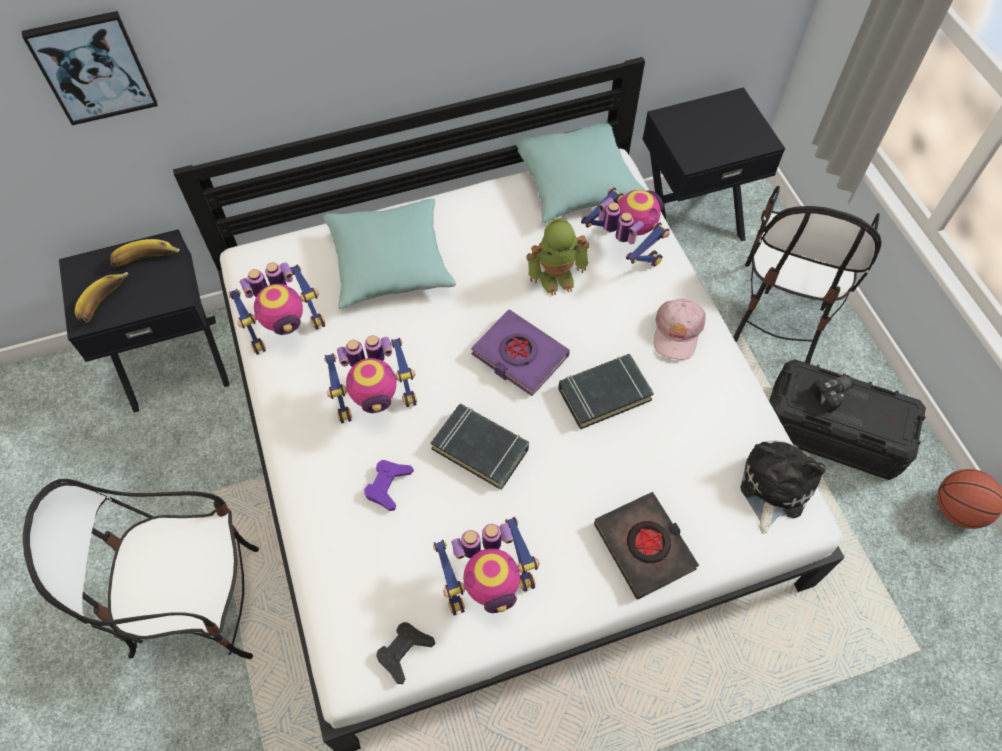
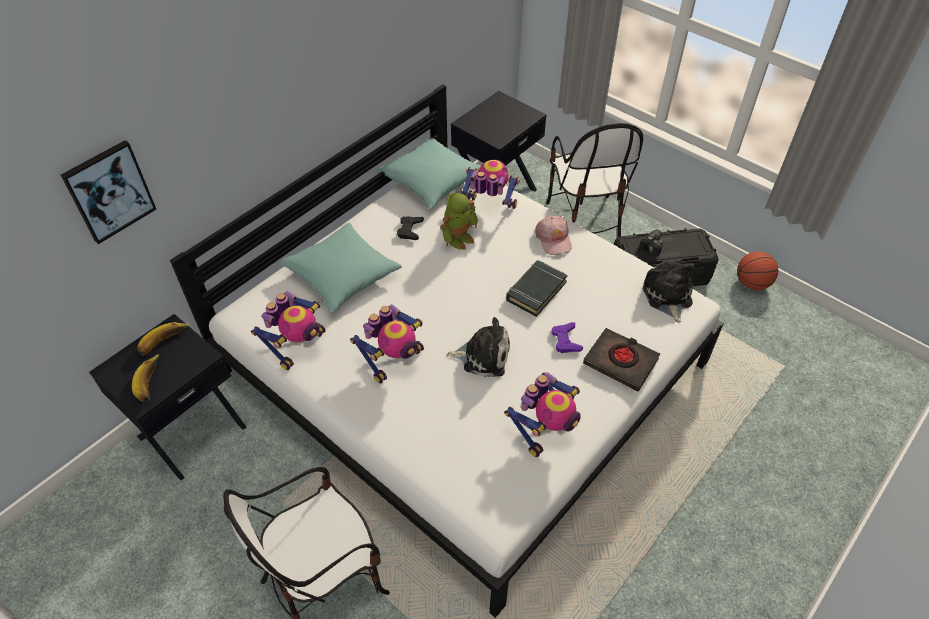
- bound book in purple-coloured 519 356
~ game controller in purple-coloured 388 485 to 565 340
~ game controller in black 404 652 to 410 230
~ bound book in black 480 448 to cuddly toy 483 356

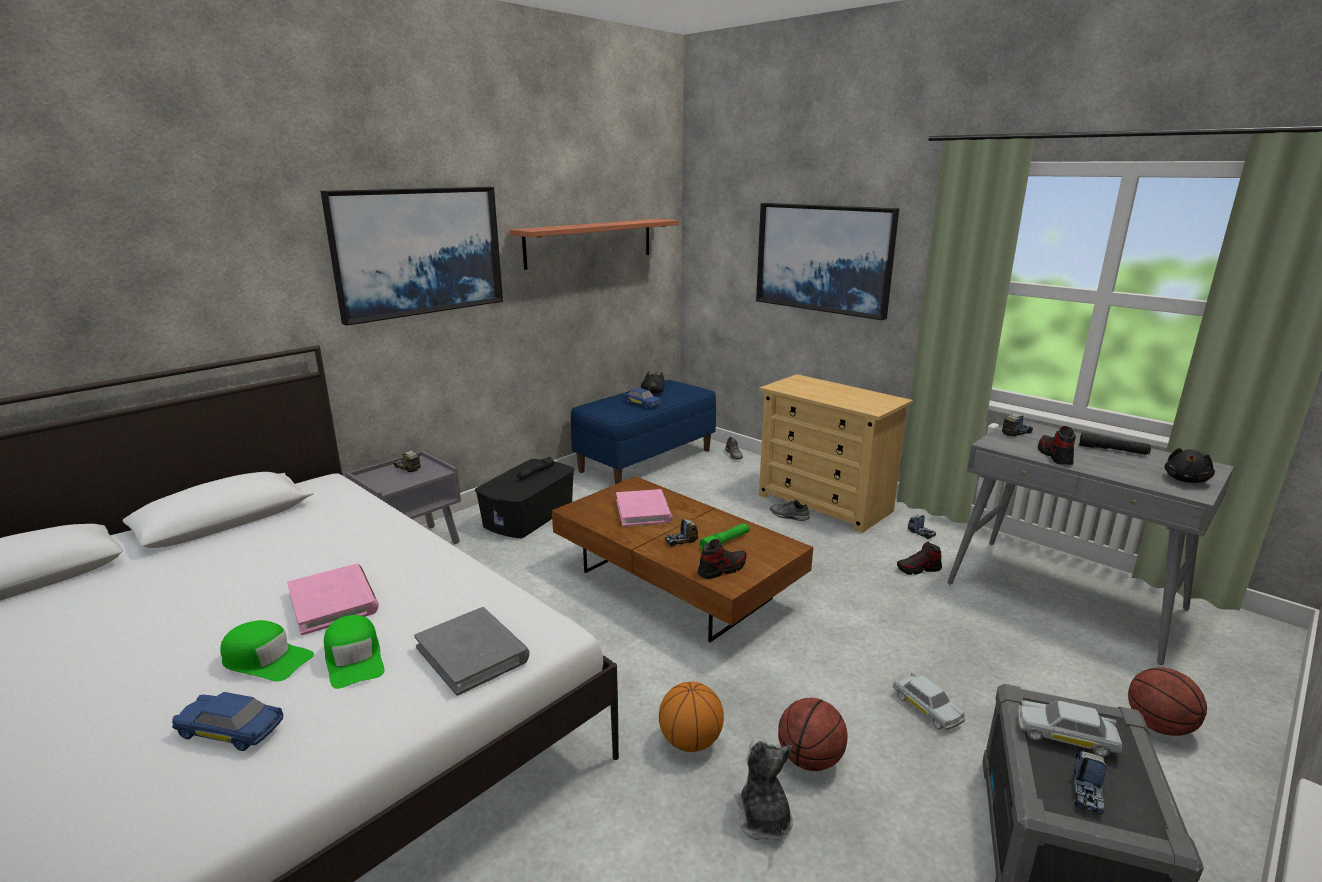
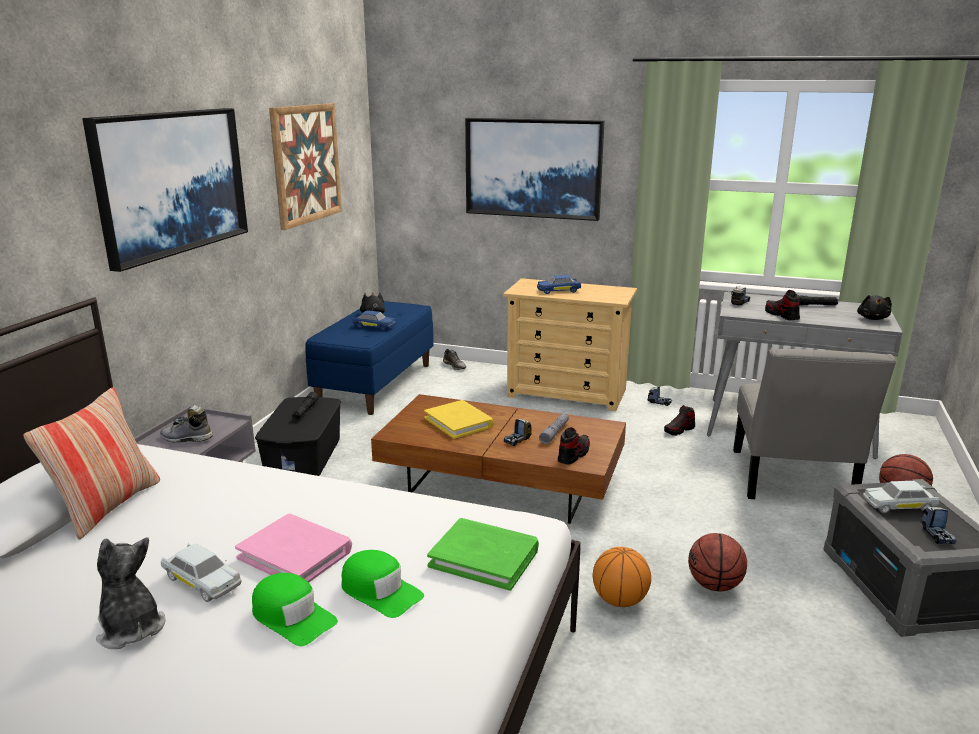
+ cushion 107 506
+ chair in greyish 792 481
~ model car in blue-coloured 230 731 to 558 291
~ cuddly toy 762 818 to 130 628
~ item of footwear in greyish 788 516 to 186 439
~ model car in white-coloured 926 708 to 202 581
~ bracket shelf 590 242 to wall art 306 164
~ bound book in greyish 473 653 to bound book in greenish 484 557
~ bound book in pinkish 643 511 to bound book in yellow 459 422
~ hand torch in greenish 725 542 to hand torch in greyish 554 433
~ peaked cap in greenish 266 660 = 292 616 45 degrees clockwise

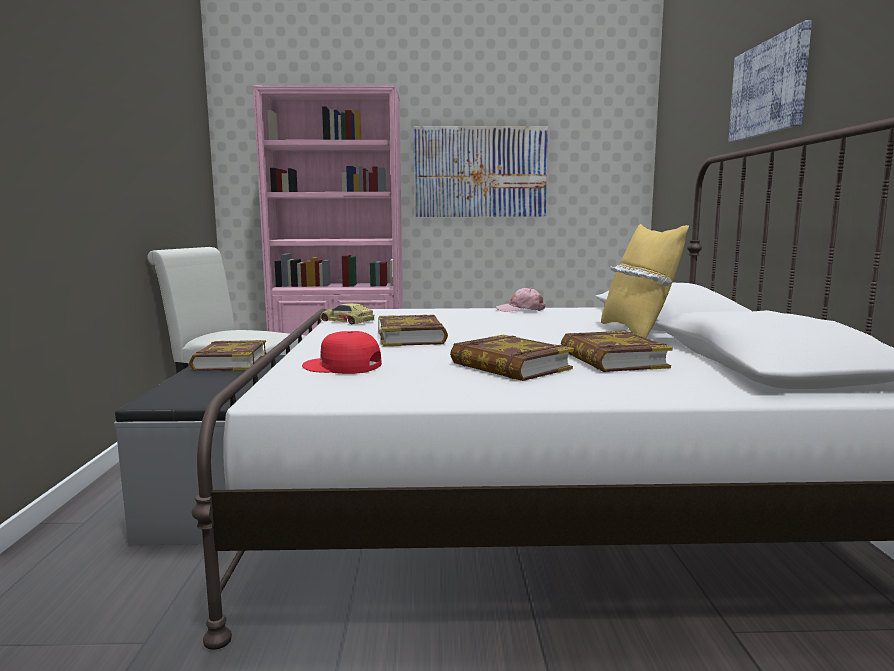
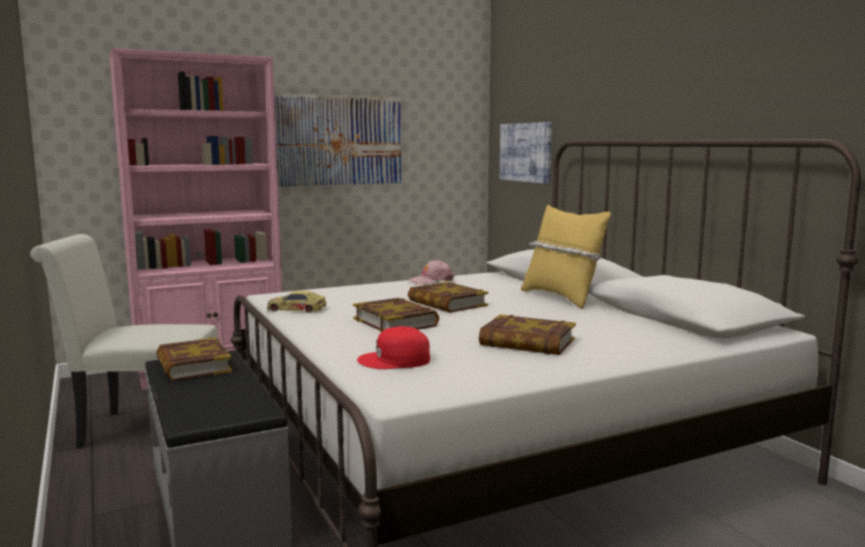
~ bound book 612 360 to 447 303
~ wall art 768 88 to 526 152

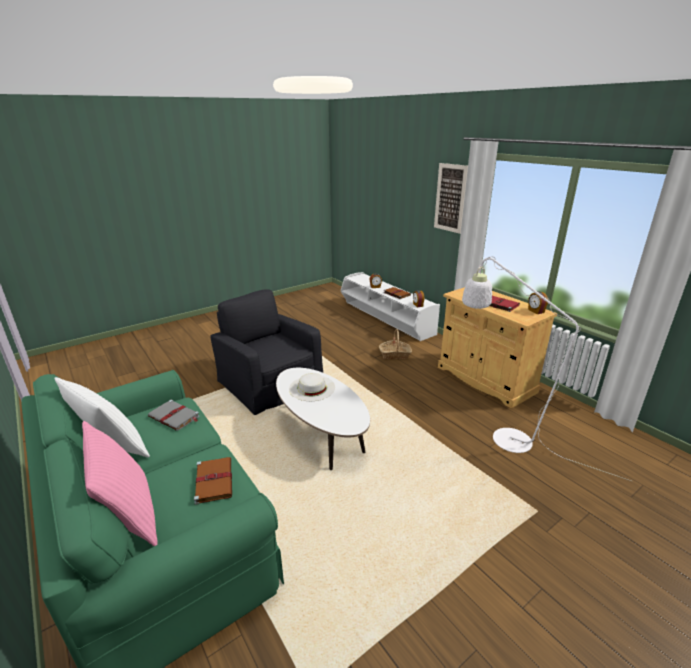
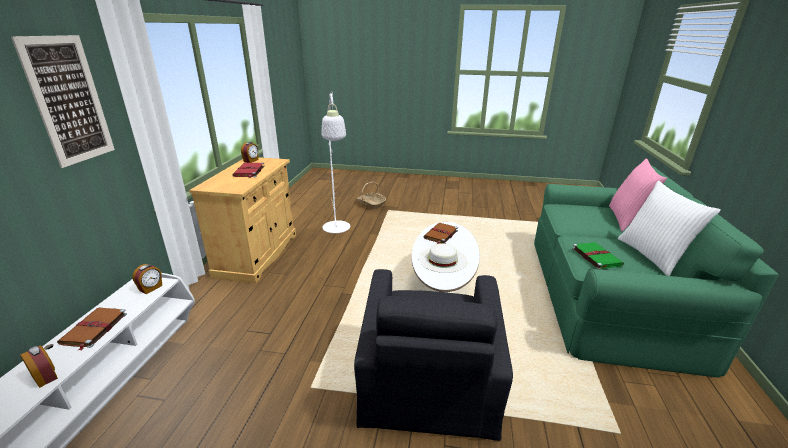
~ bound book in brownish 214 480 to 440 235
~ storage basket 395 354 to 371 204
~ bound book in greyish 174 417 to bound book in greenish 595 256

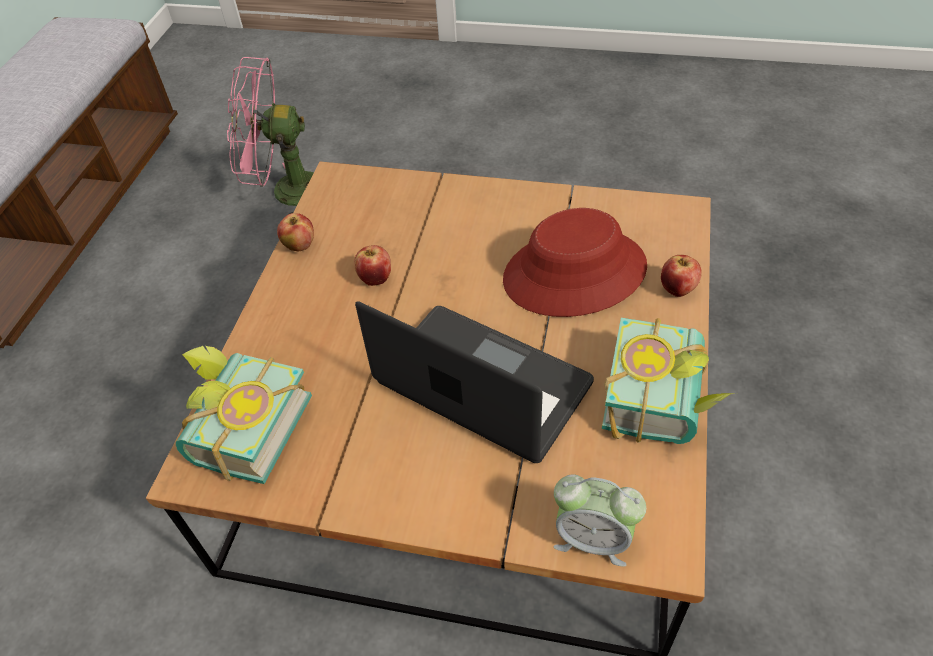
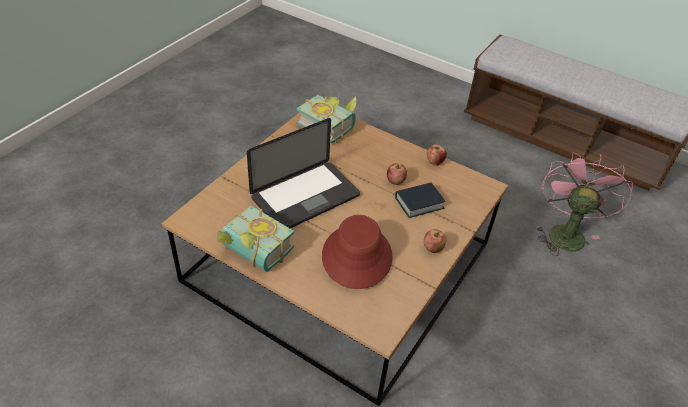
- bedside clock 593 538
+ bound book 419 203
~ apple fruit 677 289 to 432 249

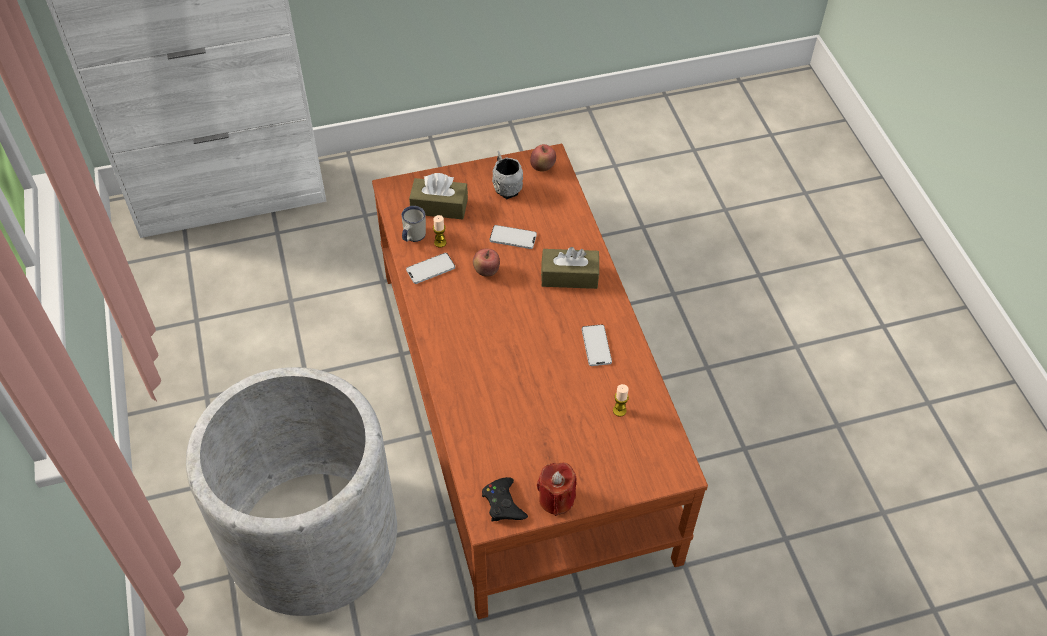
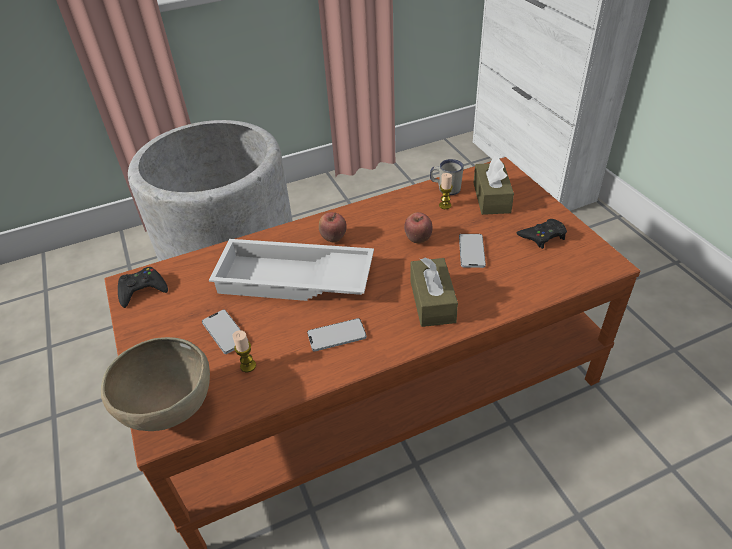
- candle in red 556 499
+ deep dish in brownish 170 411
+ tray in white-coloured 293 281
~ phone 430 269 to 225 332
~ apple fruit 542 168 to 333 239
~ mug in greyish 506 186 to game controller in black 543 236

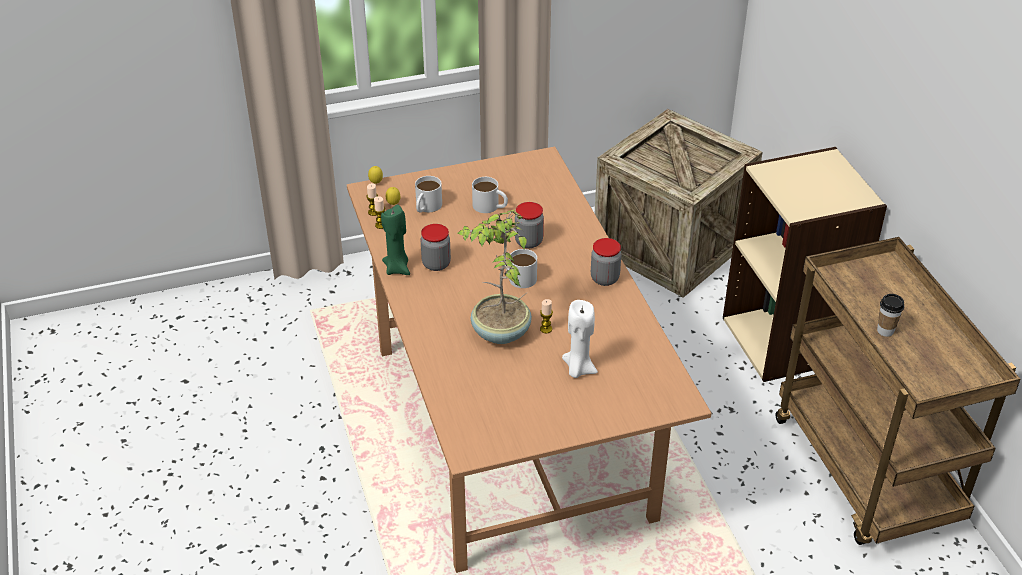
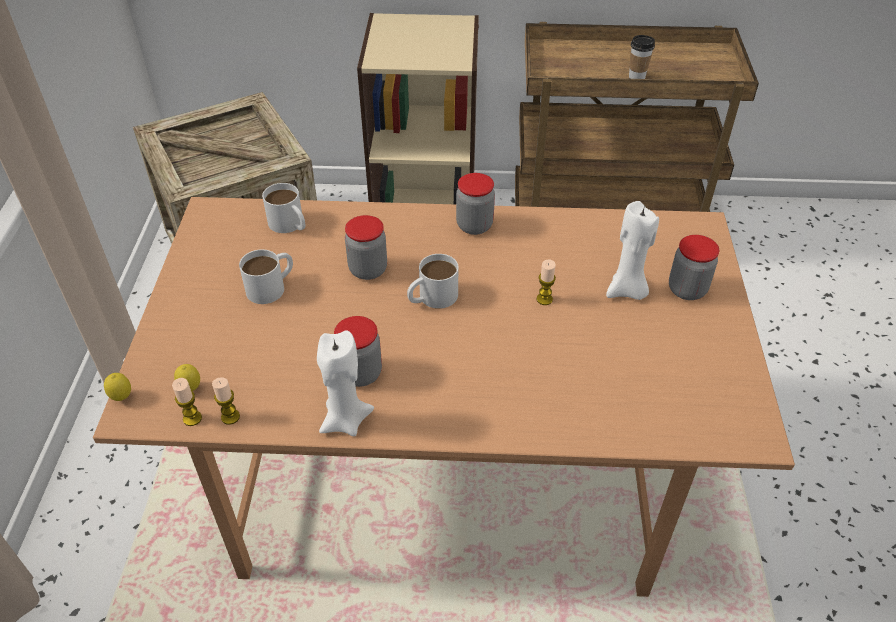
- houseplant 499 333
+ jar 687 289
~ mug in white-coloured 426 207 to 290 225
~ candle in greenish 397 268 to candle in white-coloured 345 420

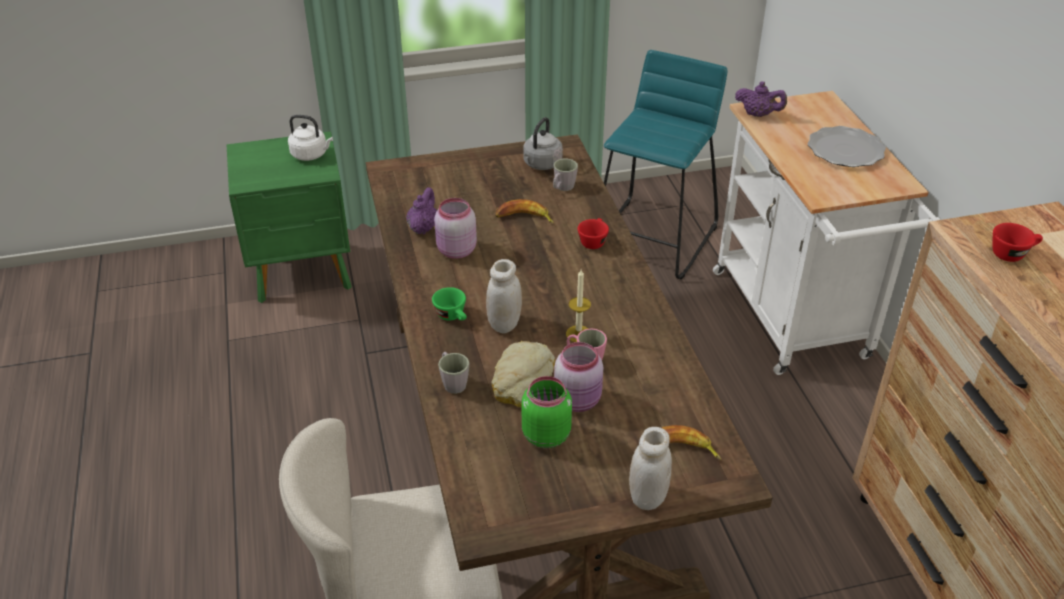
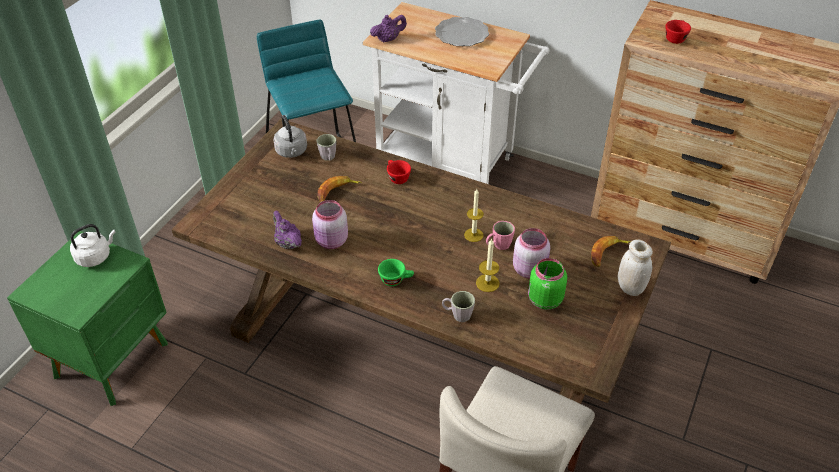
- jar in white-coloured 504 324
~ bread 521 380 to candle 487 283

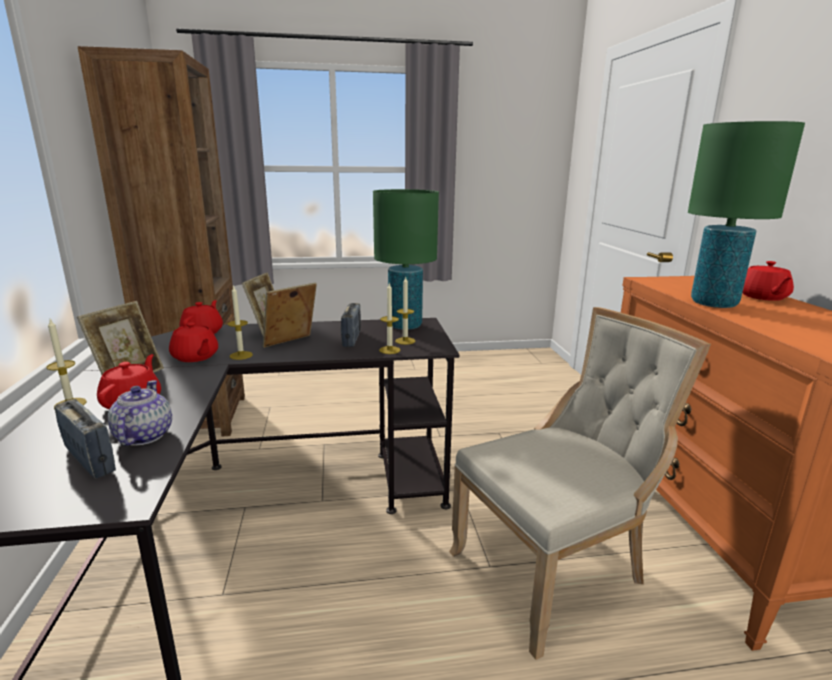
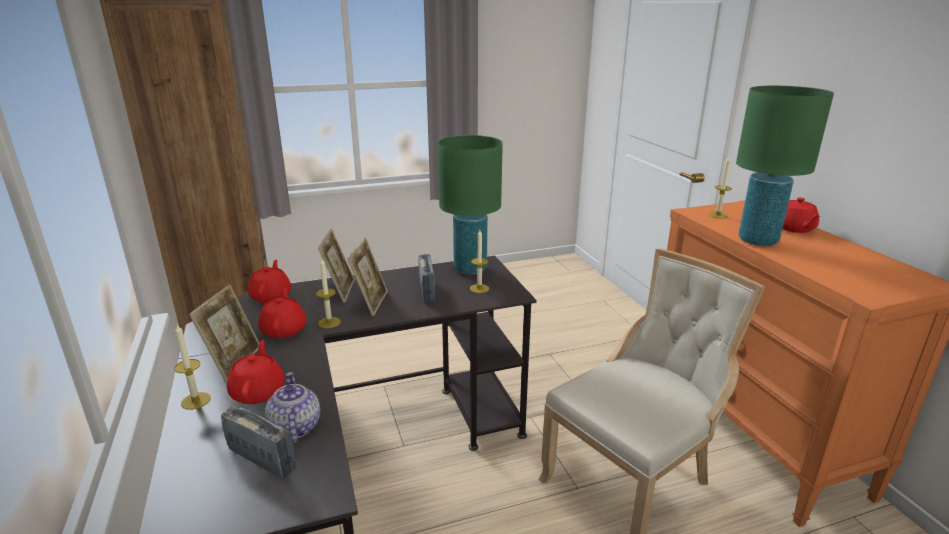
~ candle 389 350 to 718 215
~ teapot in red 195 357 = 284 329 135 degrees counterclockwise
~ picture frame 291 344 = 371 302 150 degrees clockwise

